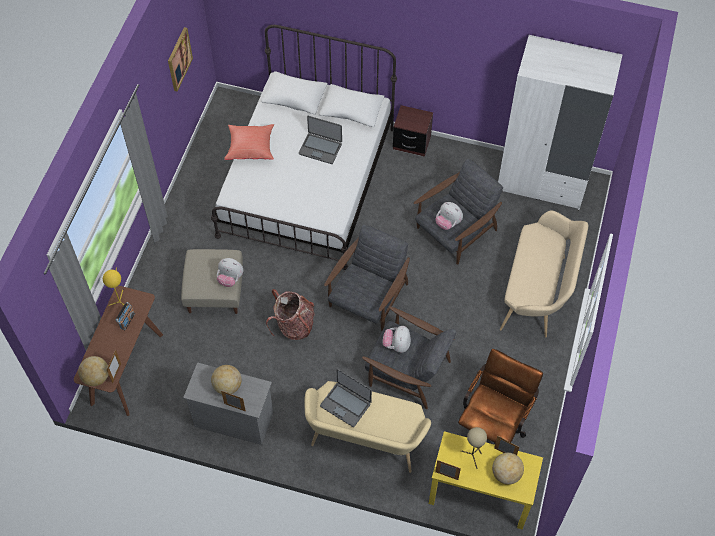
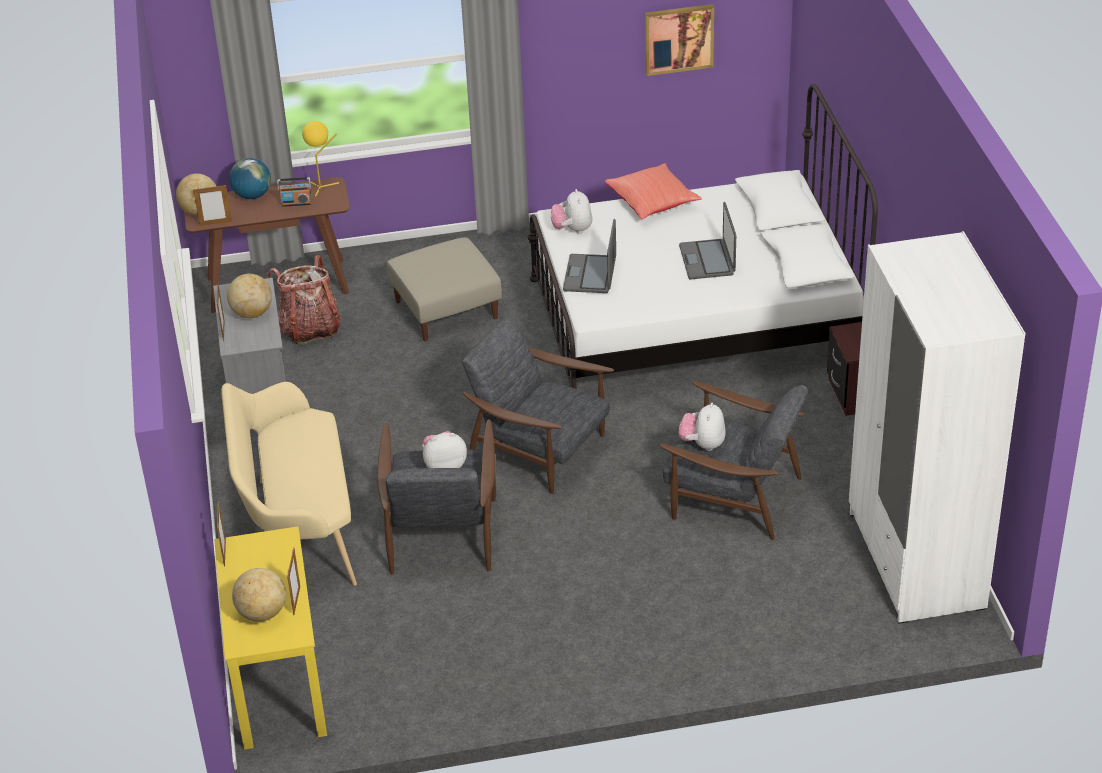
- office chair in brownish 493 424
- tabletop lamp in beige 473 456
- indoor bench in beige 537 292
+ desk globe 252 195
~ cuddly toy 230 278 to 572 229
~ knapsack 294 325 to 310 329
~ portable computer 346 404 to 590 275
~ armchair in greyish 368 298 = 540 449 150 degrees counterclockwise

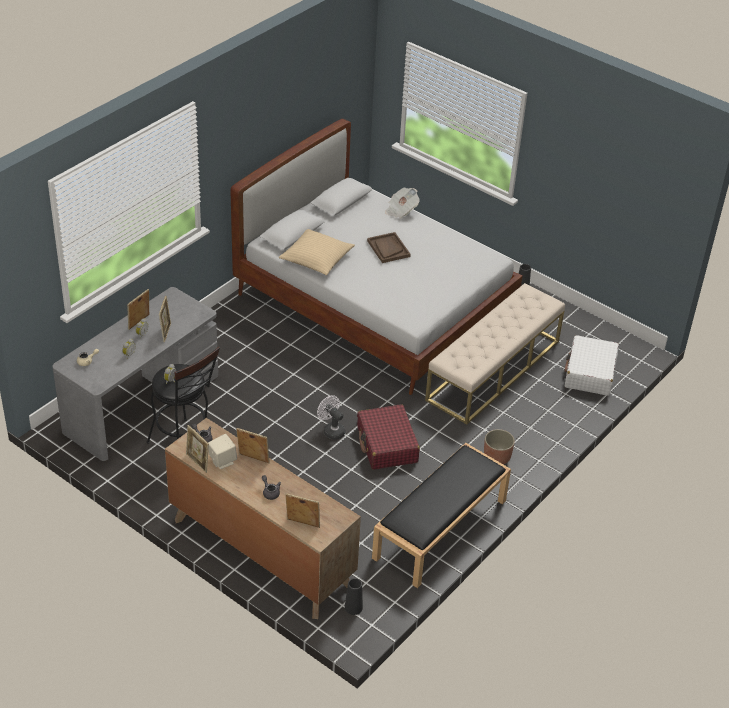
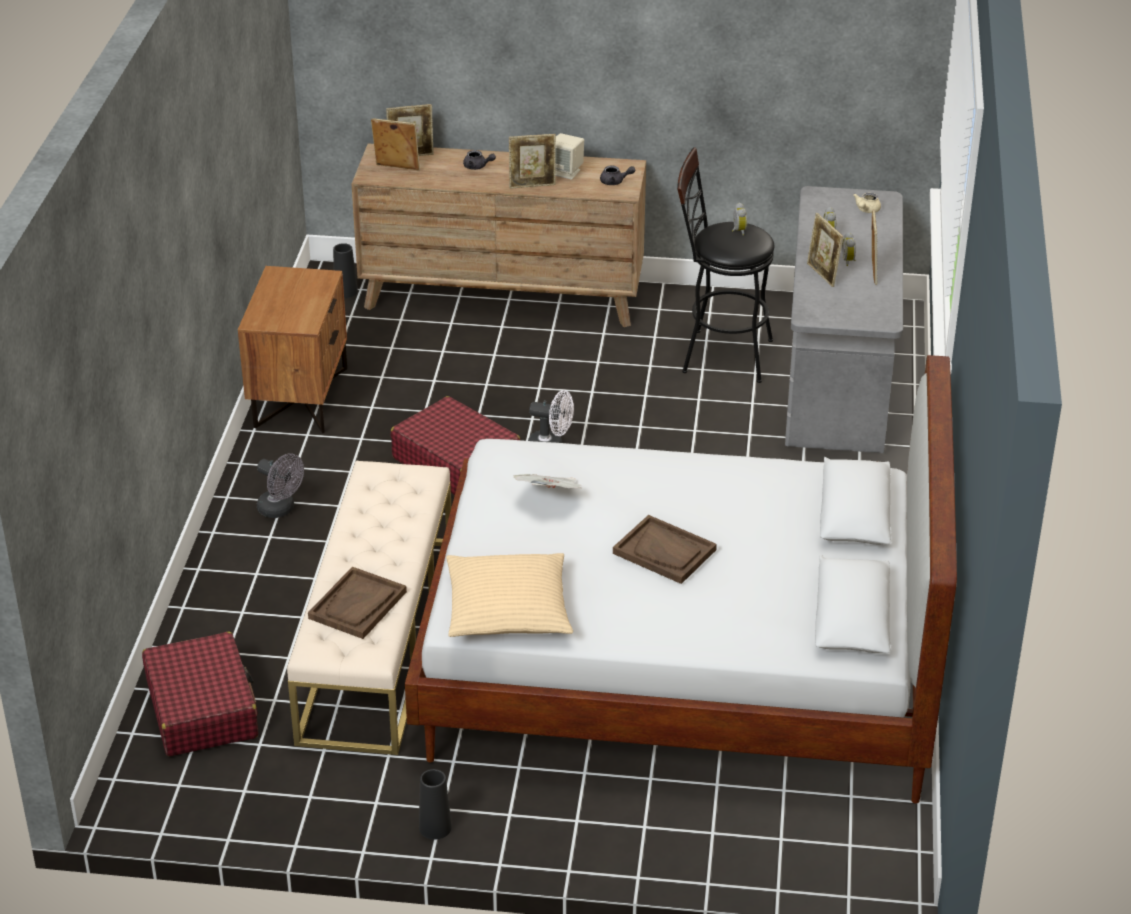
+ tray in brownish 357 605
~ picture frame 197 462 to 396 168
~ cushion in beige 316 258 to 508 608
~ printed paper 401 210 to 550 496
~ indoor bench in black 440 530 to night table in brownish 299 397
~ plant pot 496 458 to fan in greyish 281 510
~ piece of luggage in white-coloured 589 373 to piece of luggage in red 202 709

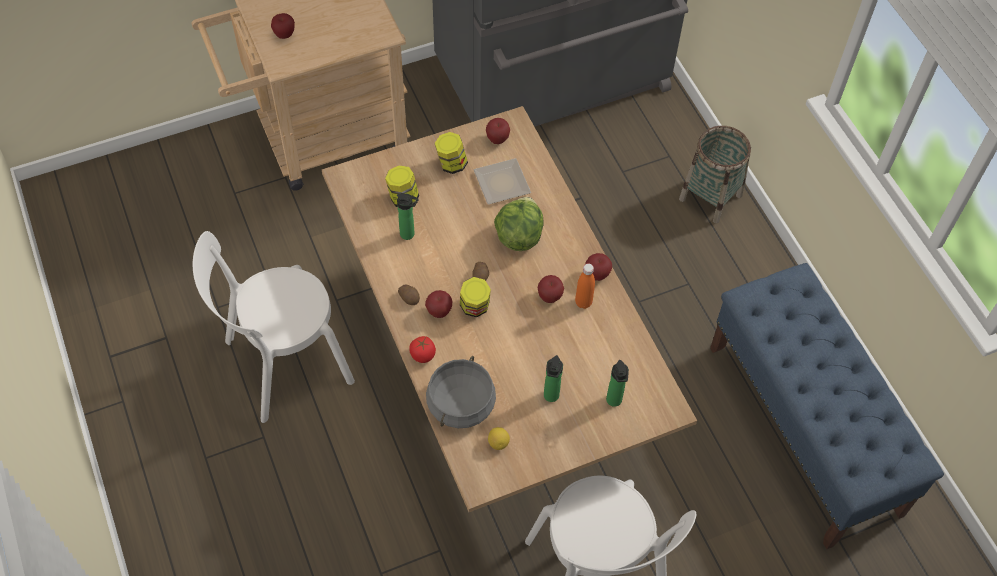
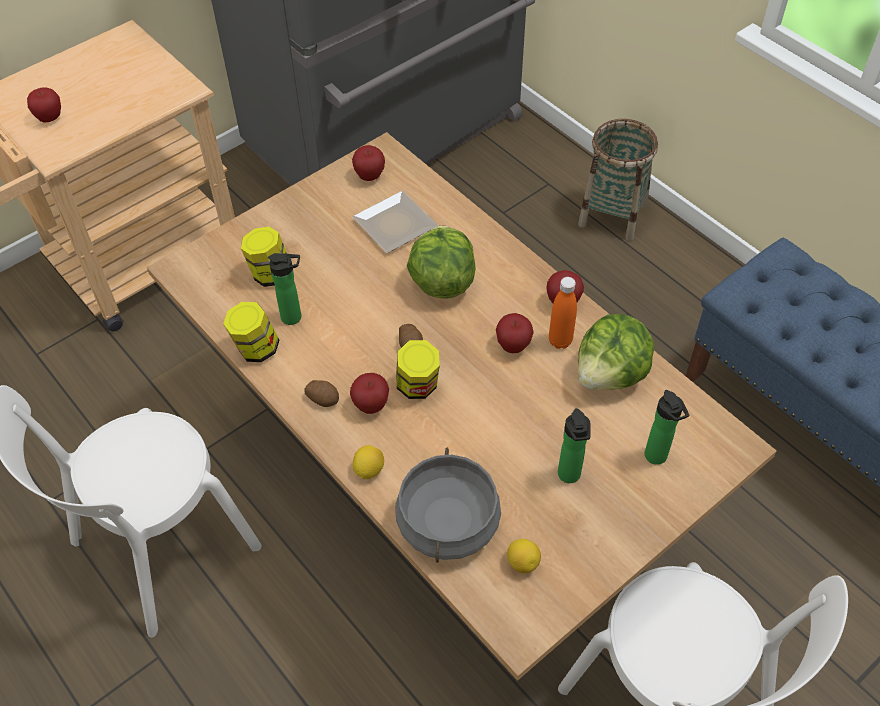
+ head of lettuce 611 374
~ jar 451 164 to 256 349
~ tomato 423 355 to citrus fruit 369 470

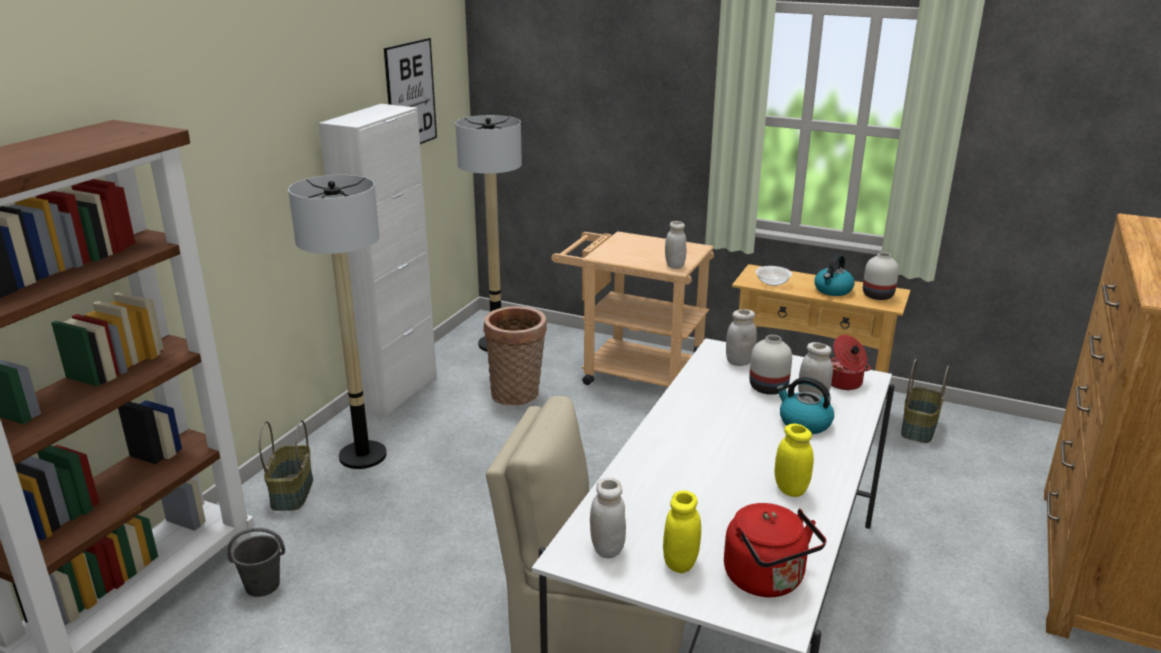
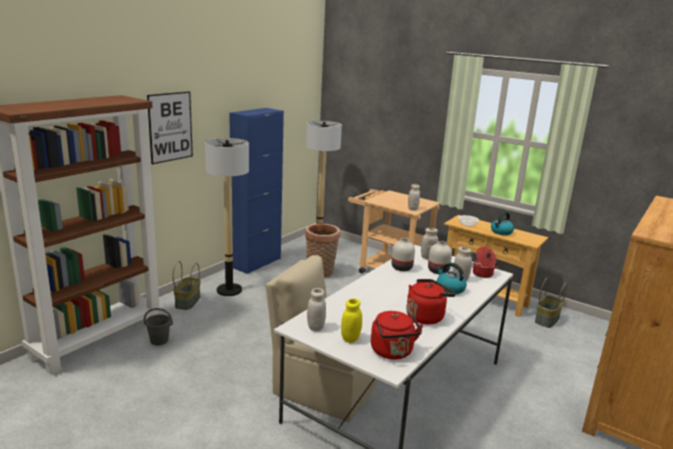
~ wall art 410 95 to 170 127
~ flower vase in white-coloured 877 295 to 401 267
~ jar in yellow 790 489 to kettle in red 426 316
~ storage cabinet in white-coloured 395 392 to storage cabinet in blue-coloured 256 263

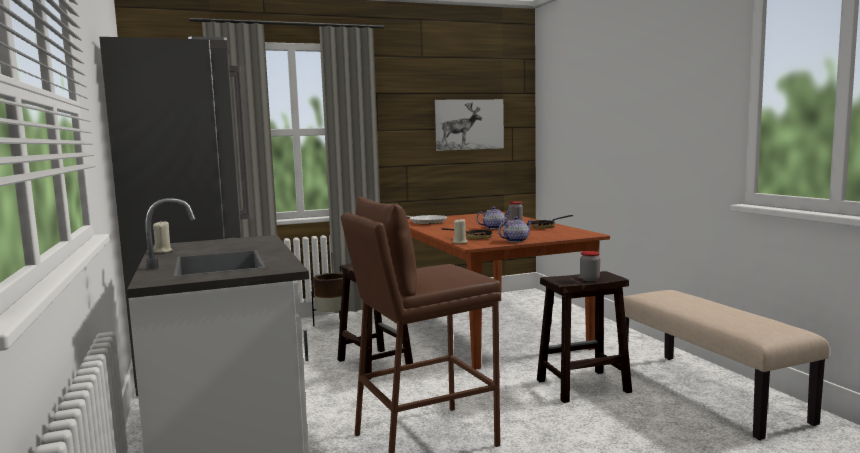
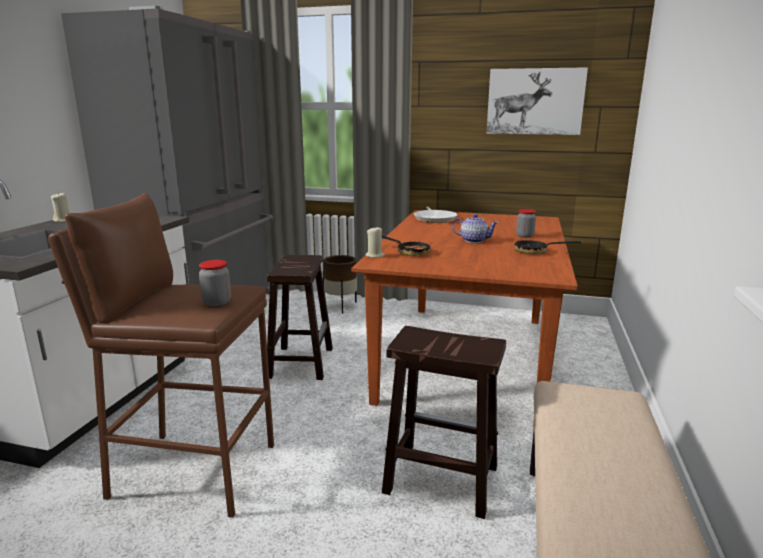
- teapot 515 241
~ jar 589 279 to 217 302

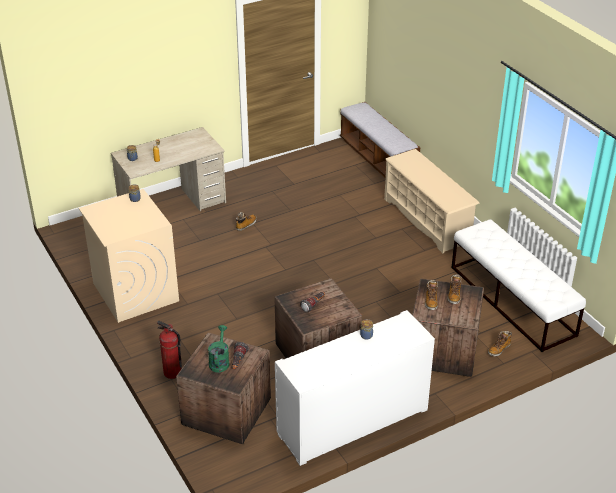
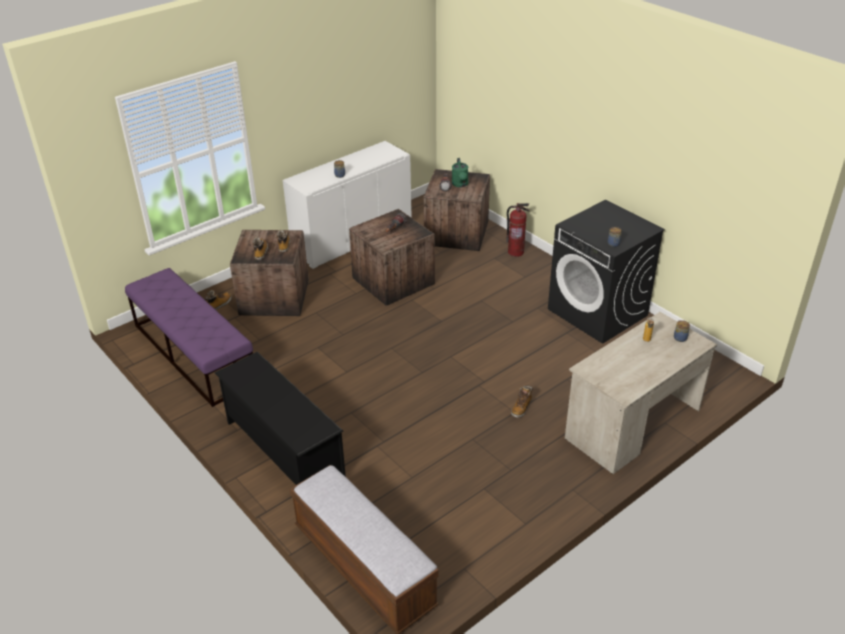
~ laundry machine in beige 135 292 to laundry machine in black 598 312
~ shoe rack in beige 427 220 to shoe rack in black 283 449
~ indoor bench in white-coloured 512 301 to indoor bench in purple-coloured 193 353

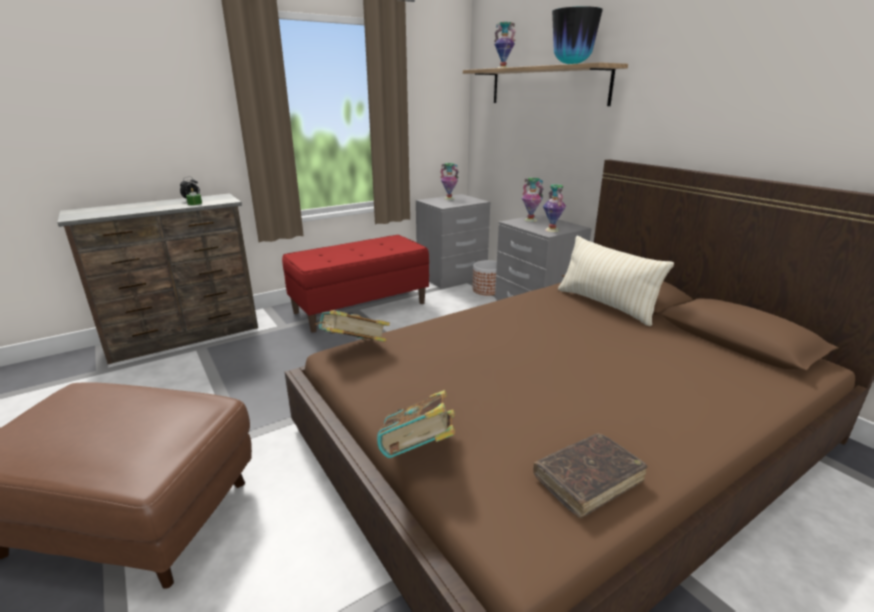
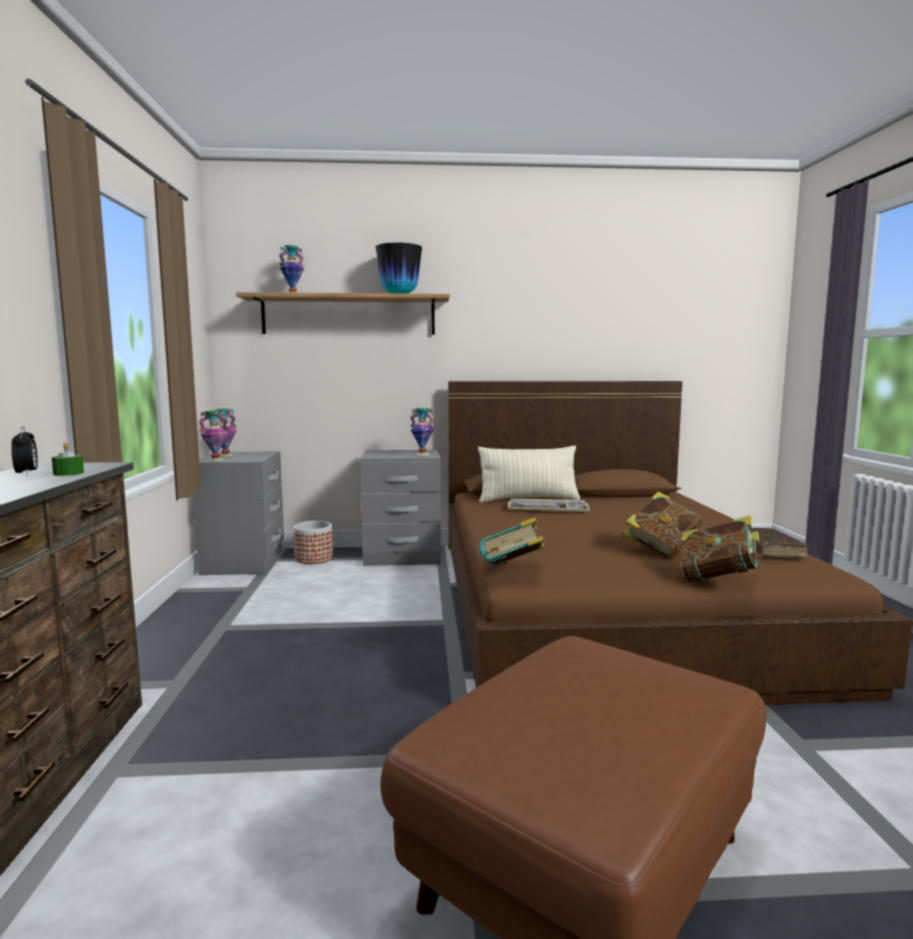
- indoor bench in red 360 307
+ PC keyboard 548 509
+ bound book 661 551
~ flower vase 530 220 to 215 460

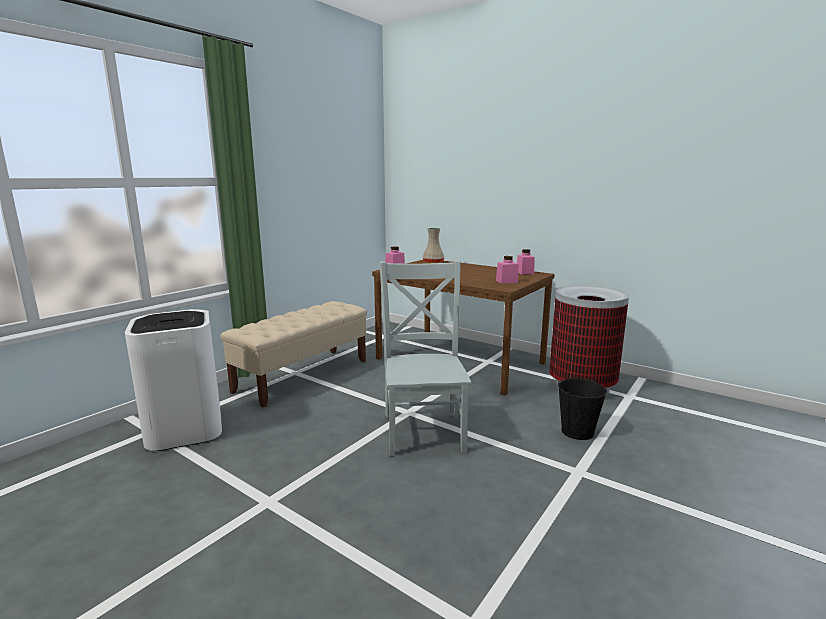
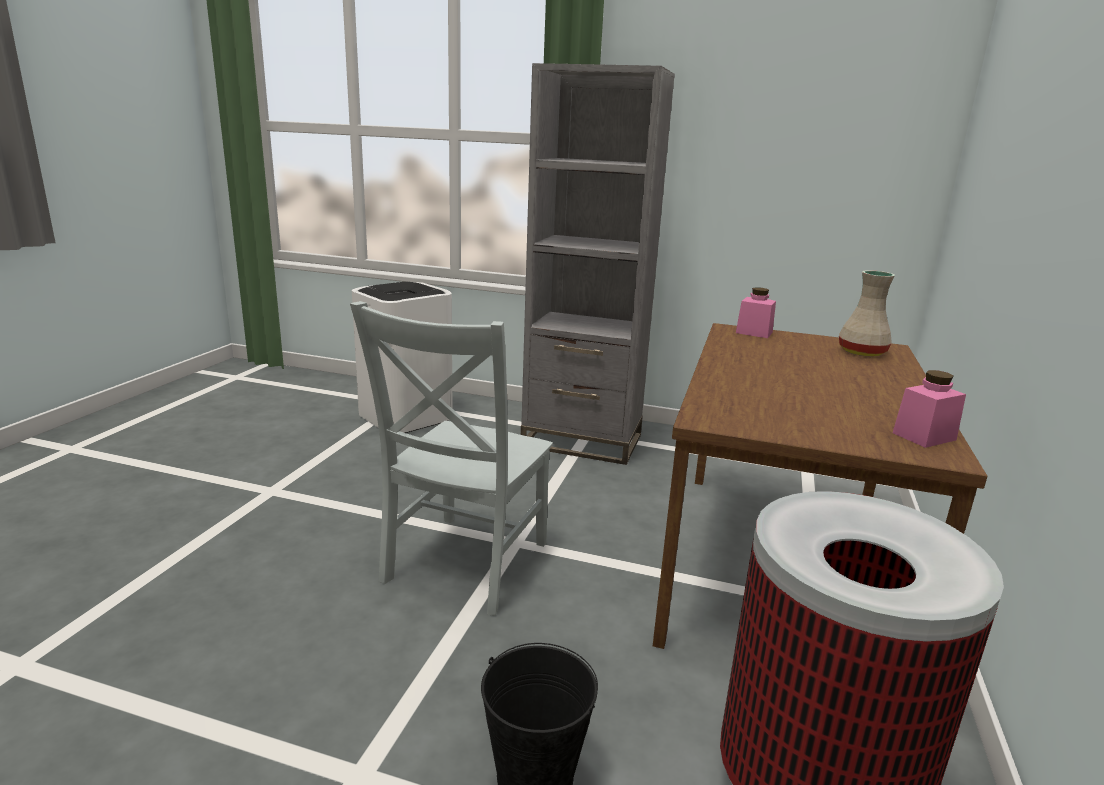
- jar in pinkish 506 281
~ indoor bench in beige 303 375 to shelving unit in greyish 582 441
~ chair in greyish 424 430 = 463 565 135 degrees clockwise

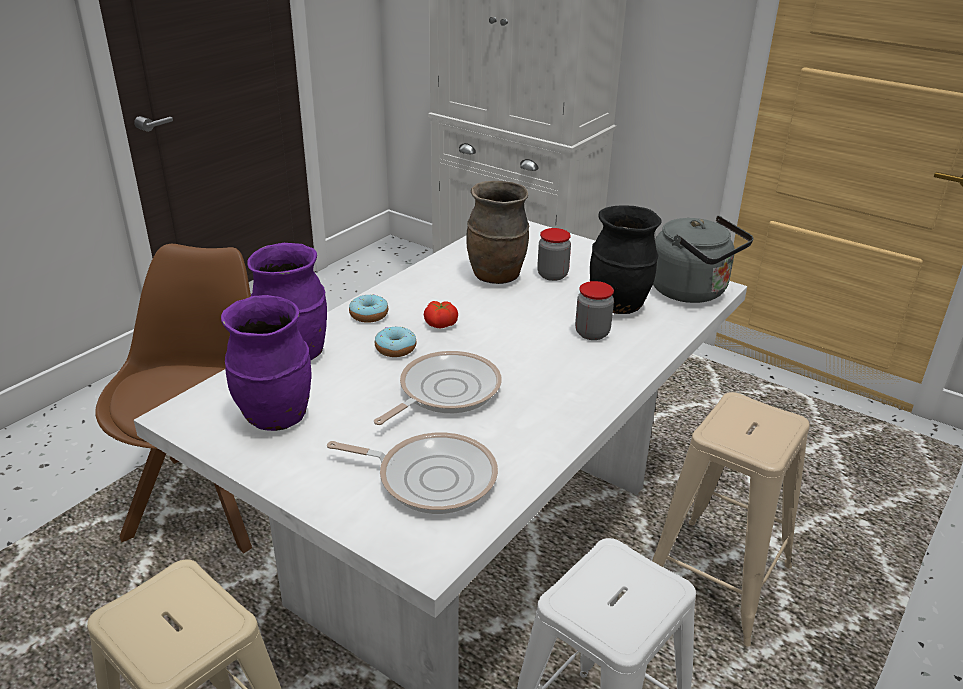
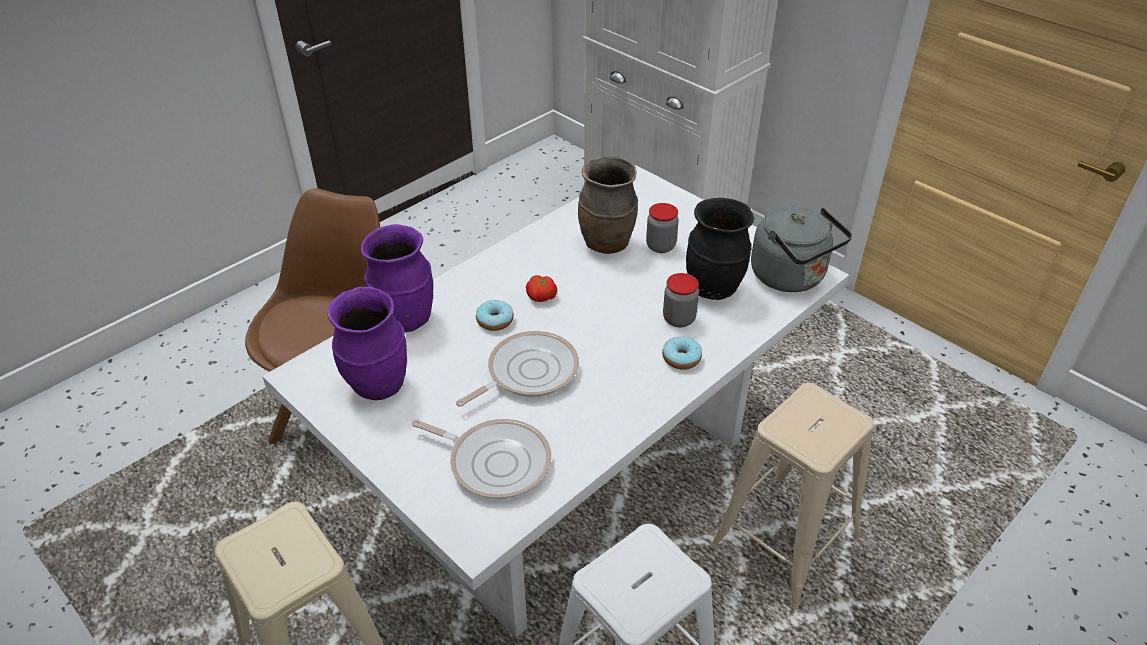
~ doughnut 369 315 to 681 358

